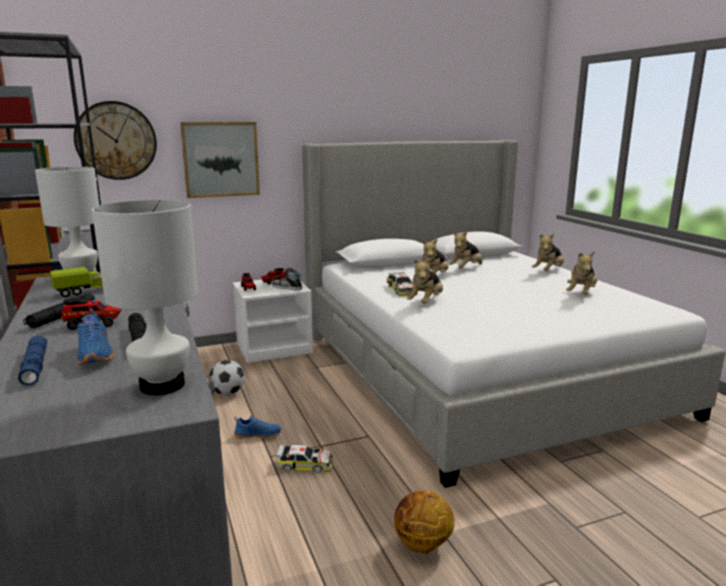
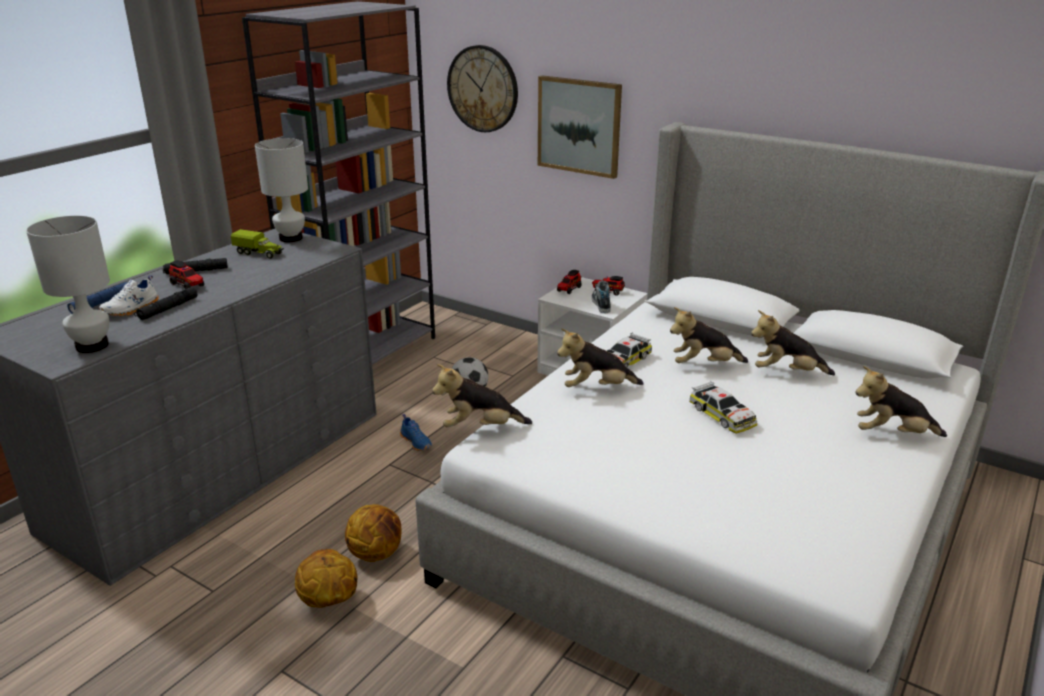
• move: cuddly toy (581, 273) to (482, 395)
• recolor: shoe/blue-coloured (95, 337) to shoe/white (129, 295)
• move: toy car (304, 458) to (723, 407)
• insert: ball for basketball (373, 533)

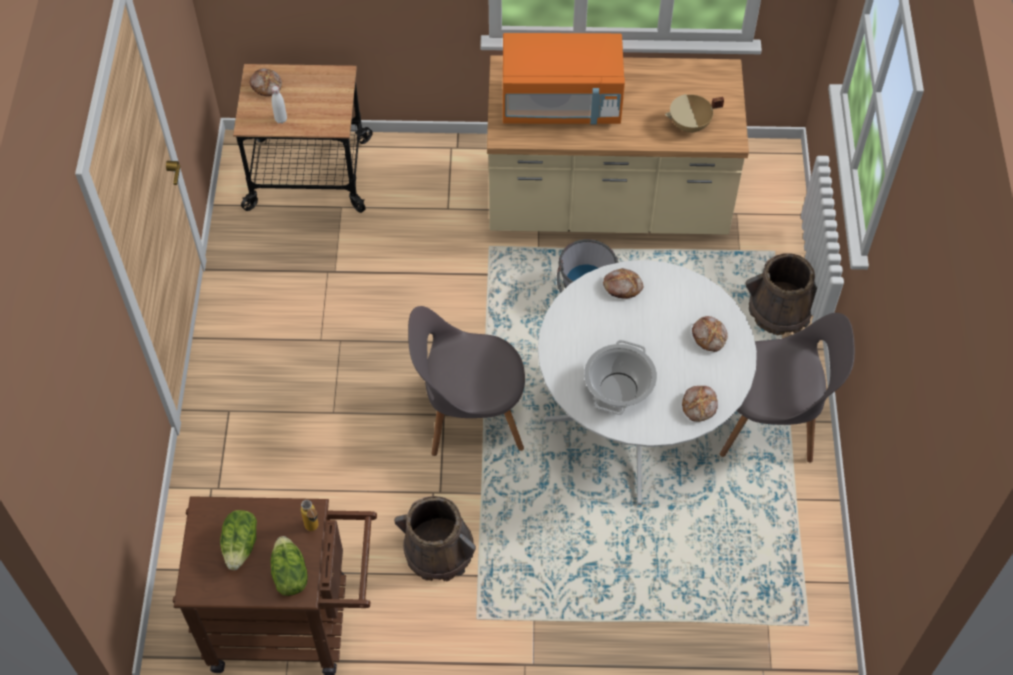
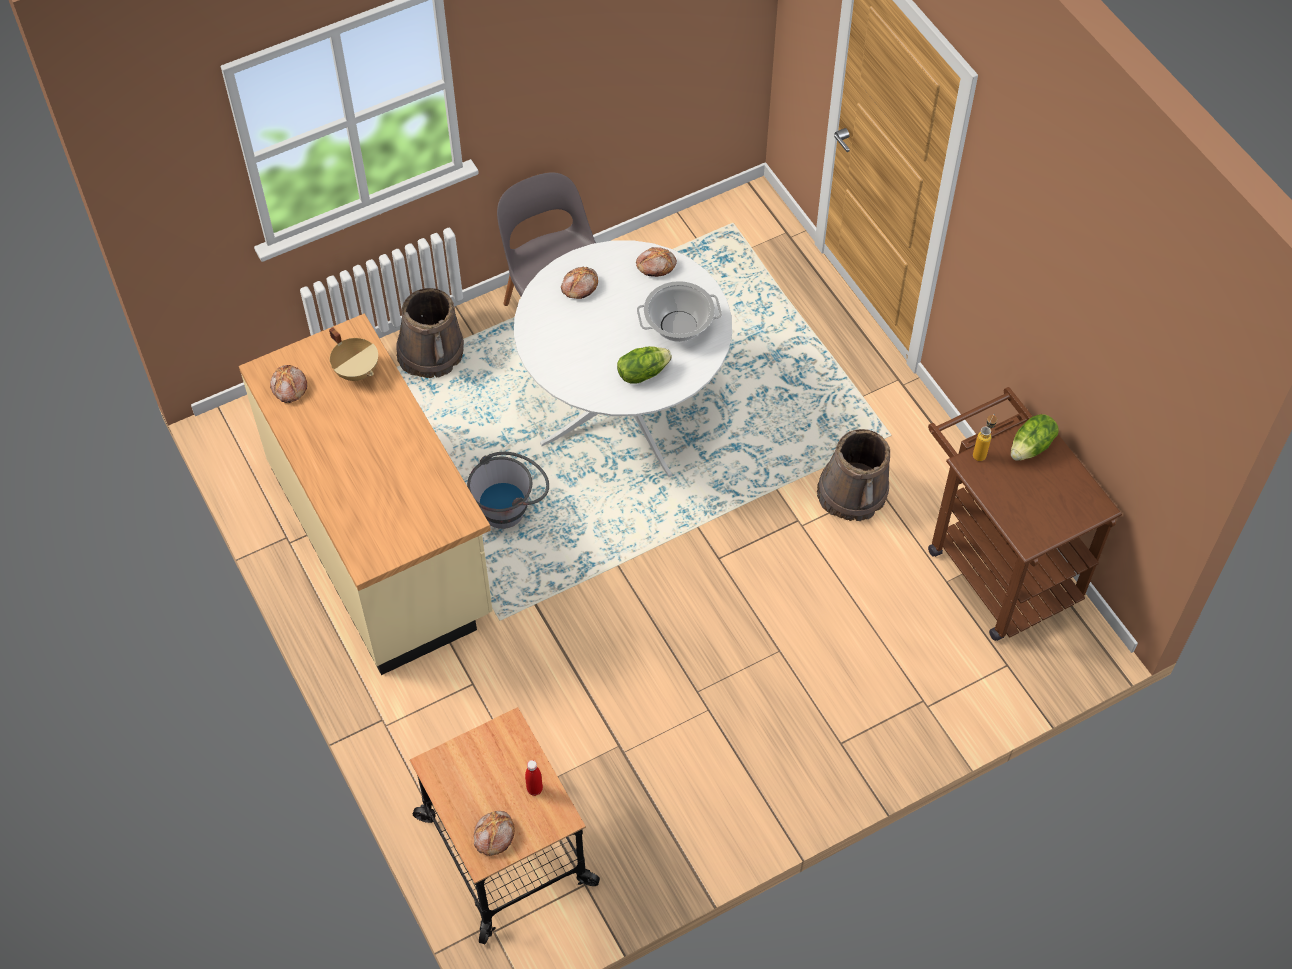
• delete: microwave/orange-coloured (564, 79)
• recolor: bottle/white (279, 105) to bottle/red-coloured (534, 778)
• move: bread (623, 283) to (288, 384)
• delete: plain chair/gray (466, 381)
• move: lettuce (238, 540) to (644, 365)

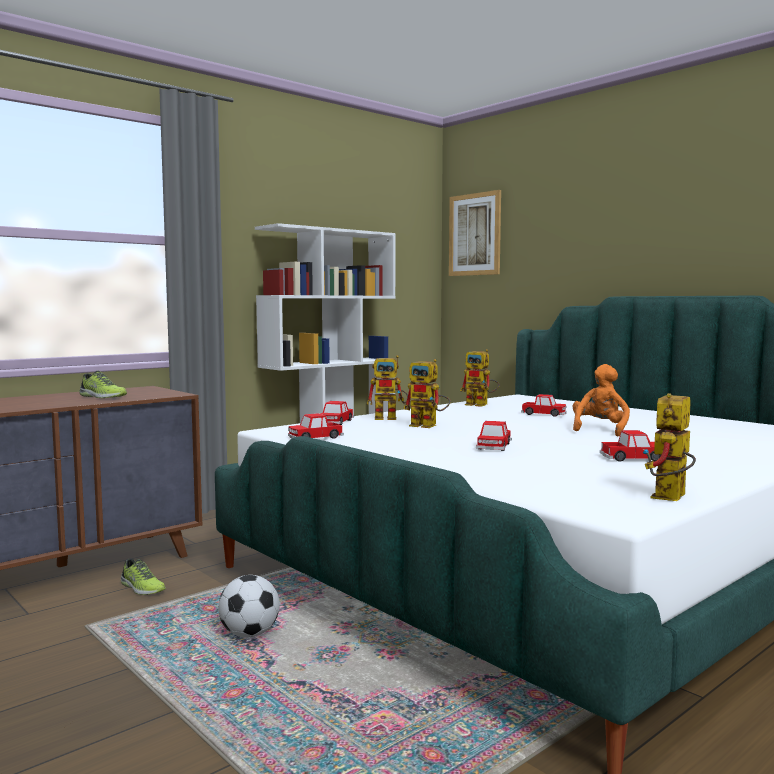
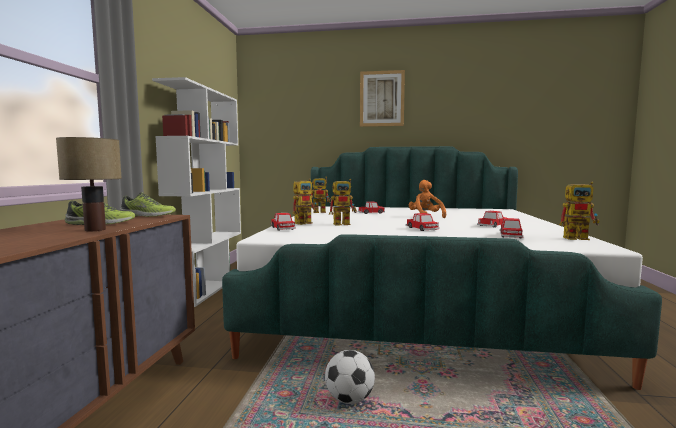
• move: picture (475, 233) to (382, 98)
• rotate: toy robot (669, 447) = (579, 210) 75 degrees counterclockwise
• move: toy car (316, 426) to (511, 228)
• move: shoe (143, 577) to (148, 204)
• insert: lamp for a table (89, 184)

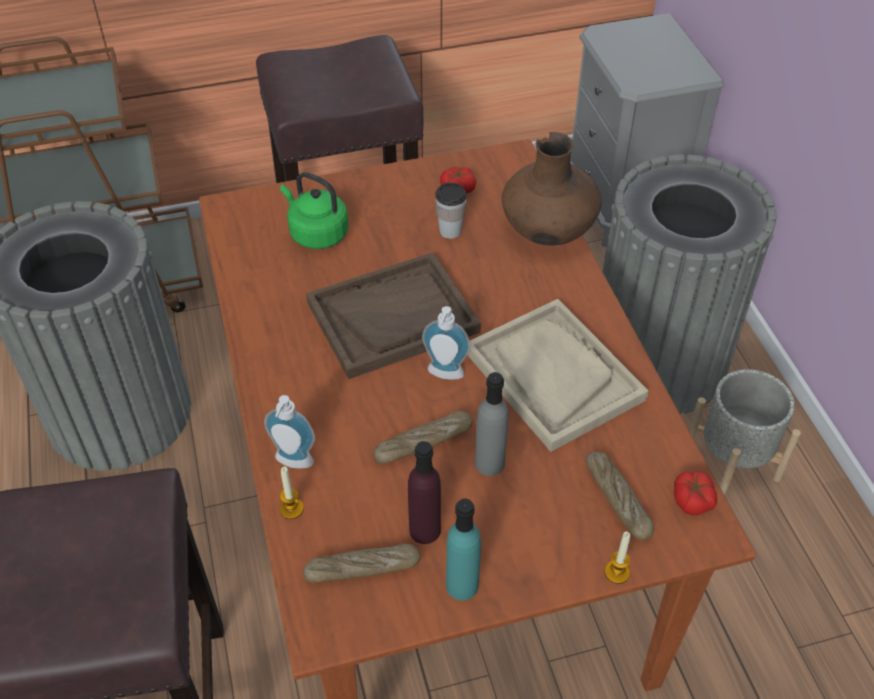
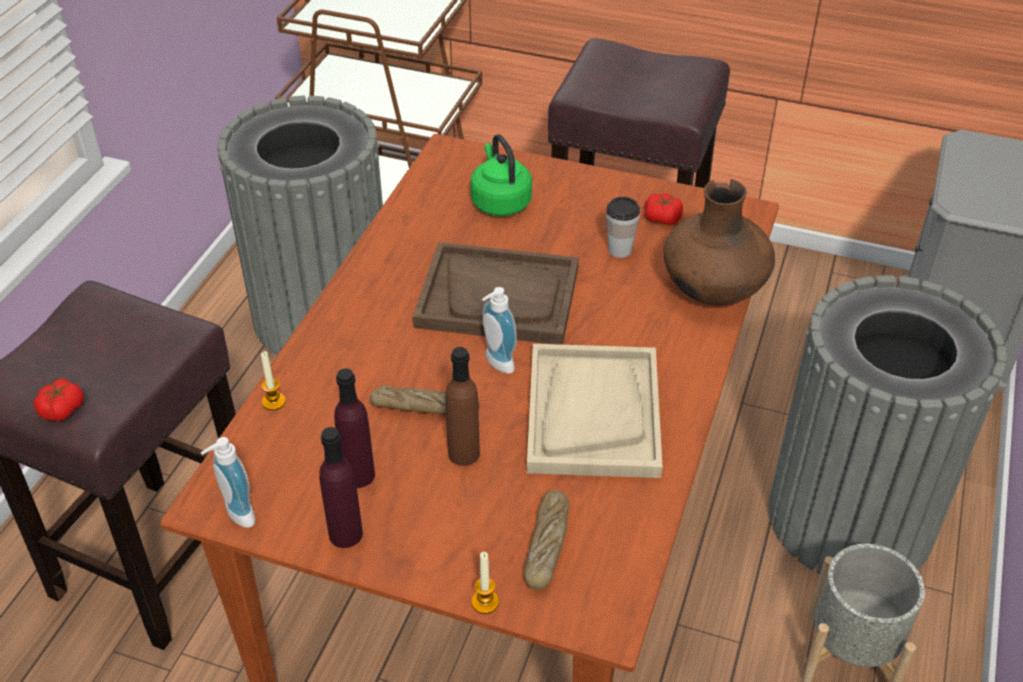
• recolor: bottle/gray (491, 424) to bottle/brown (462, 406)
• move: liquid soap bottle (289, 432) to (228, 482)
• move: tomato (695, 493) to (58, 400)
• recolor: bottle/turquoise (463, 549) to bottle/purple-coloured (341, 487)
• delete: bread (362, 563)

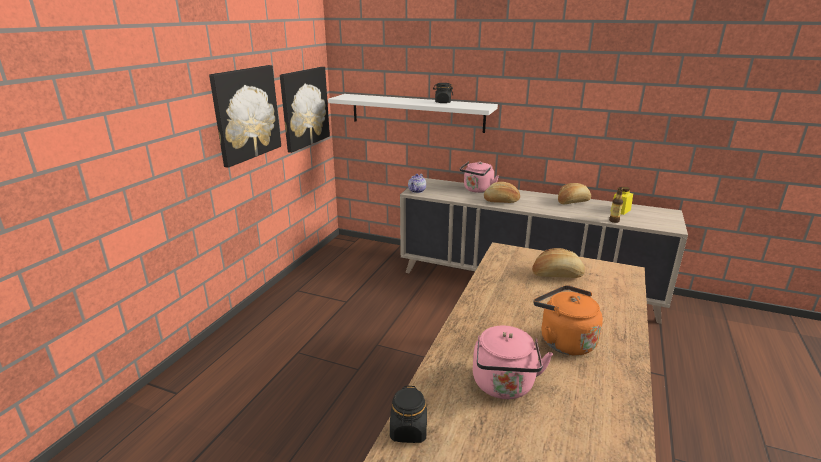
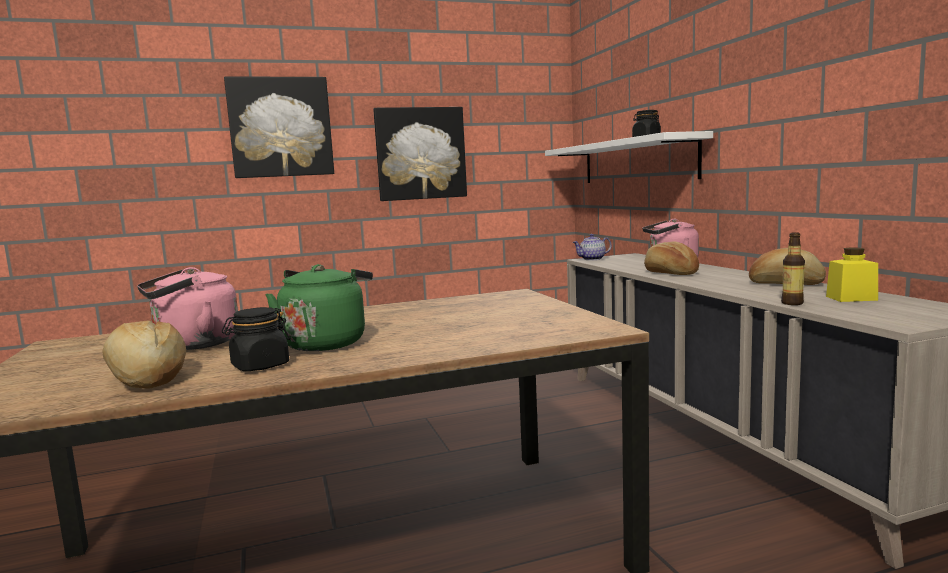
• move: picture (305, 110) to (279, 127)
• move: bread (558, 263) to (144, 354)
• recolor: kettle/orange-coloured (568, 320) to kettle/green-coloured (319, 307)
• move: storage jar/black (408, 414) to (256, 339)

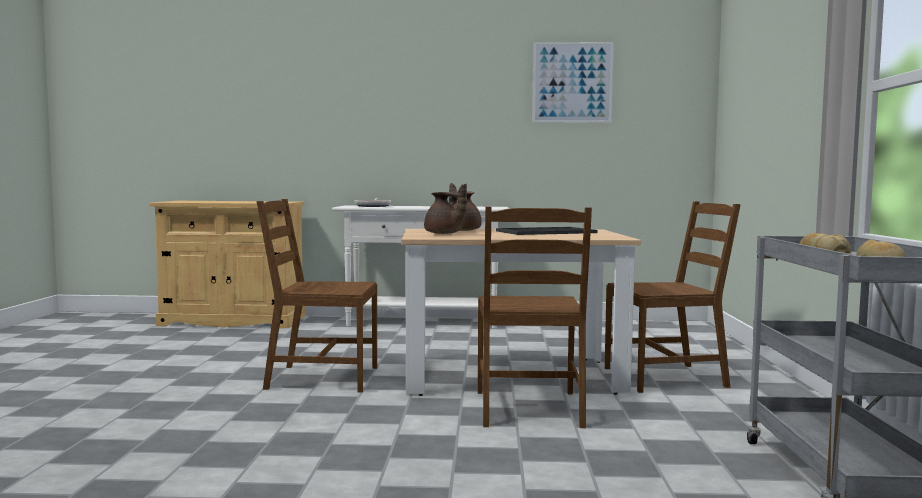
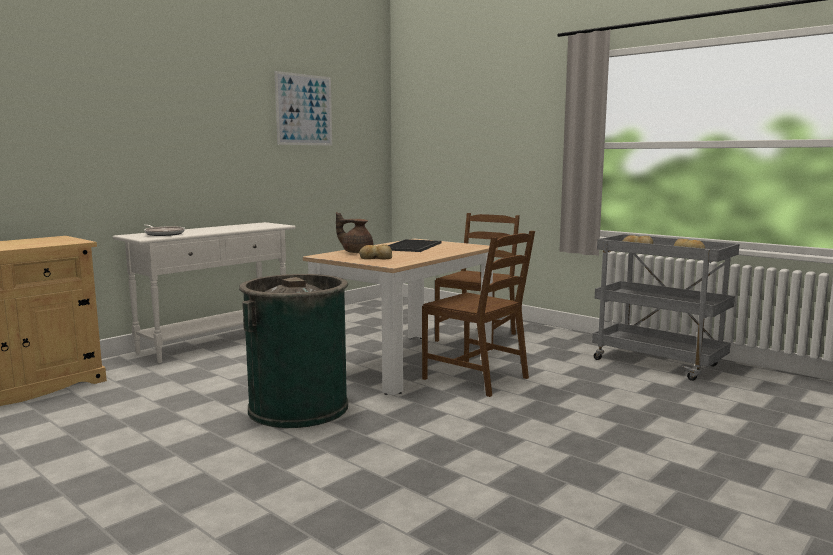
• replace: pot for tea/brown (445, 208) to bread (375, 251)
• replace: plain chair/brown (317, 296) to rubbish bin/green-coloured (293, 351)

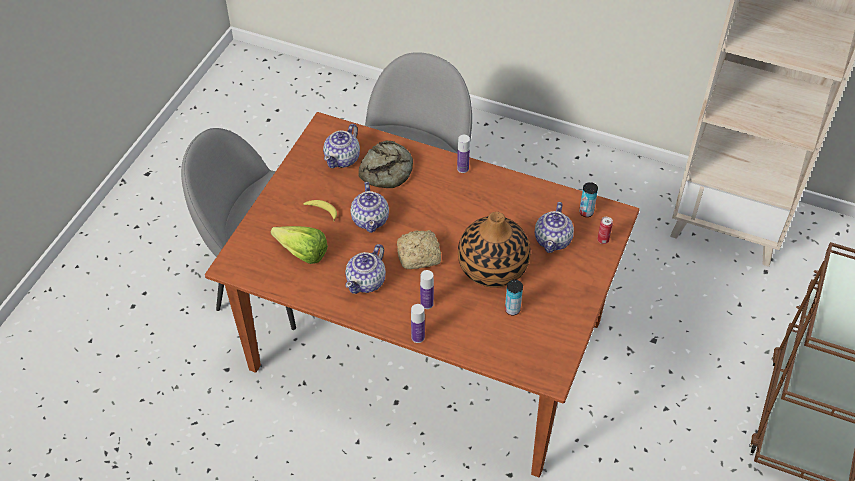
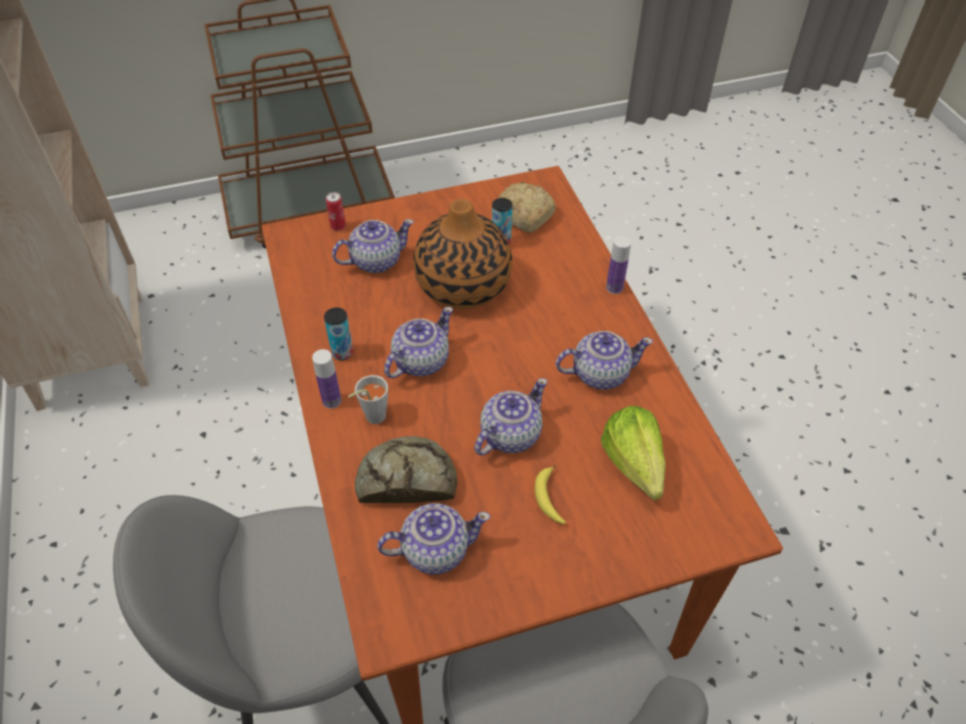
• move: can (588, 199) to (338, 334)
• move: bread (419, 249) to (526, 207)
• delete: bottle (427, 289)
• insert: pot for tea (418, 342)
• insert: cup/gray (368, 399)

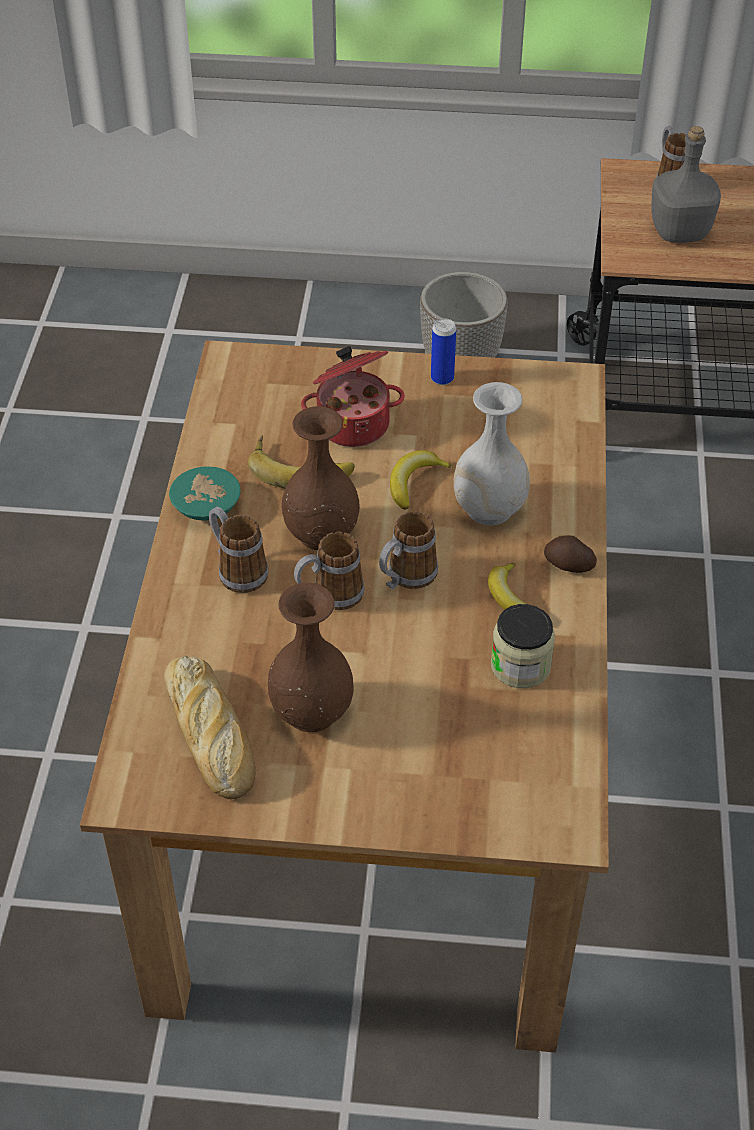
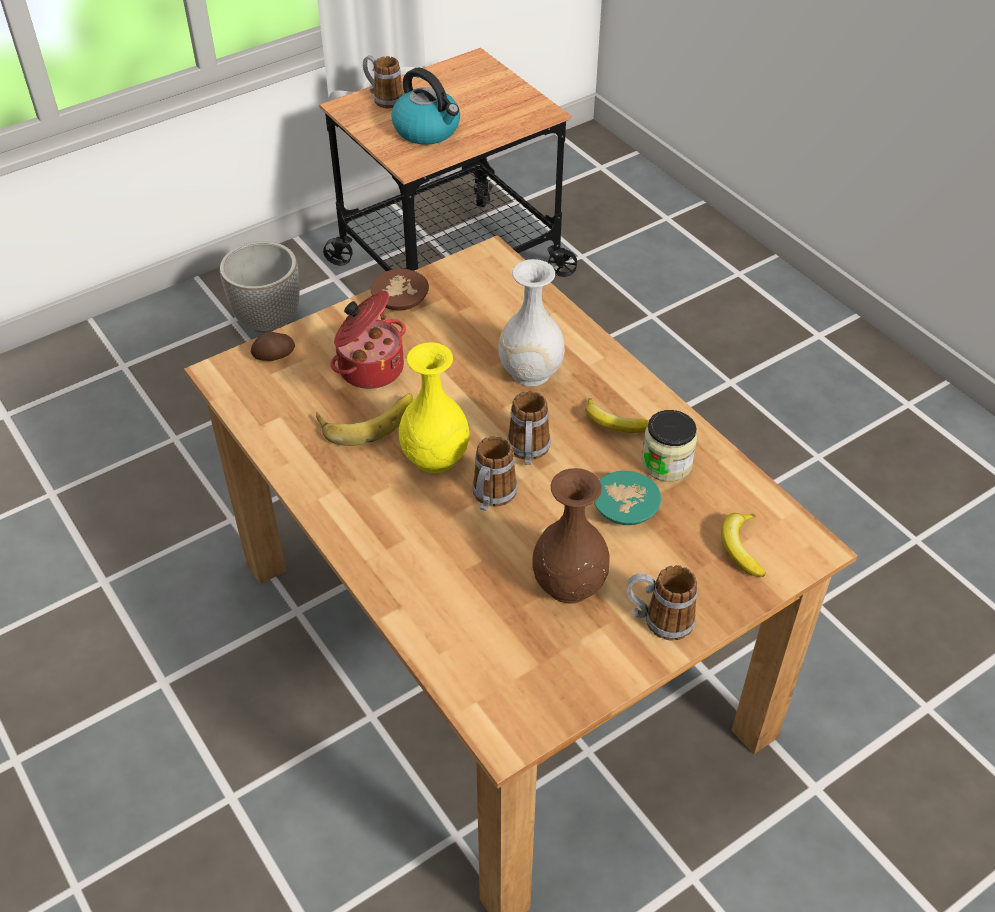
• replace: bottle/gray (686, 184) to kettle (425, 106)
• replace: can (443, 351) to deep dish/brown (400, 290)
• recolor: vase/brown (320, 478) to vase/yellow-coloured (434, 407)
• move: banana fruit (422, 480) to (743, 545)
• move: deep dish/turquoise (205, 493) to (627, 498)
• move: tea mug (238, 550) to (662, 603)
• move: whole potato (570, 554) to (273, 346)
• delete: bread (209, 728)

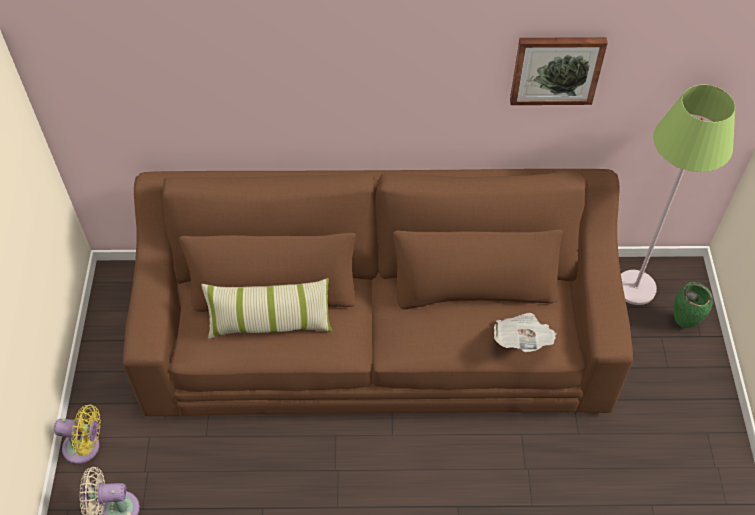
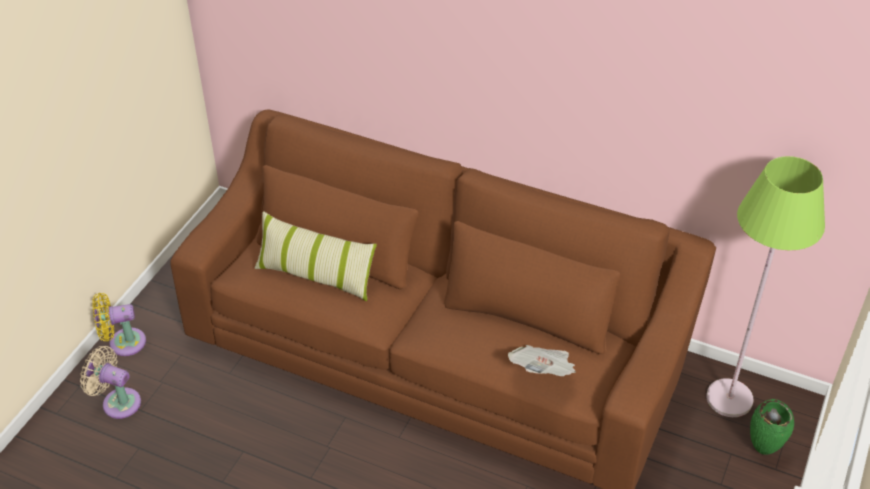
• delete: picture (559, 71)
• rotate: fan/yellow-coloured (77, 434) = (119, 324) 135 degrees clockwise

